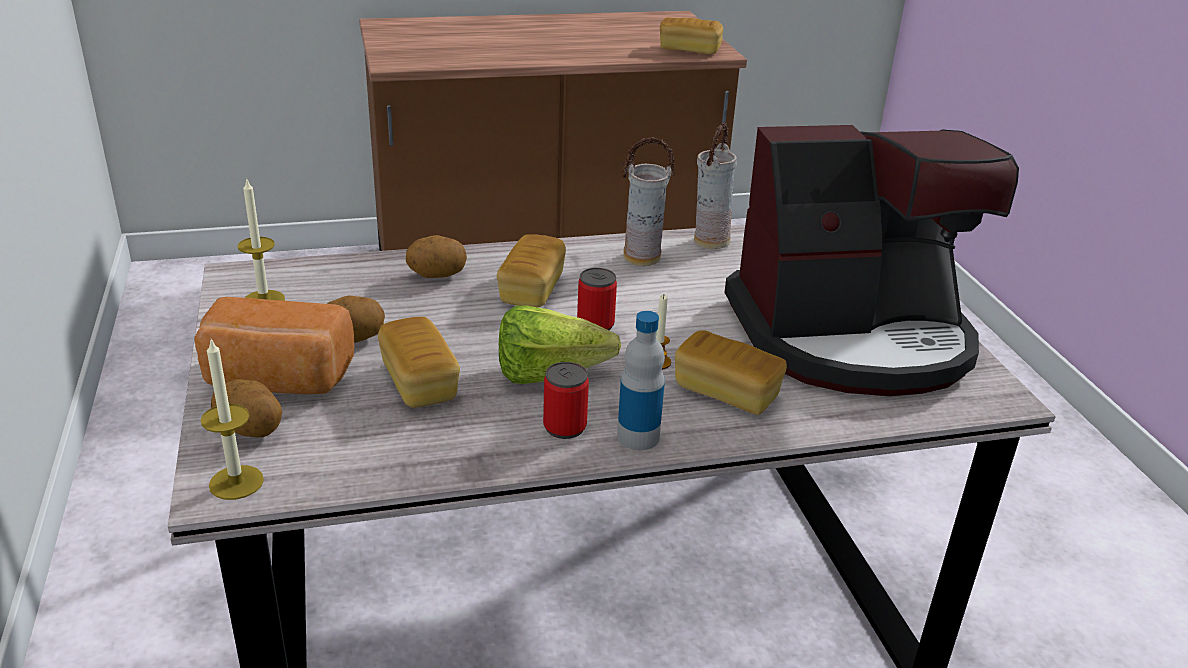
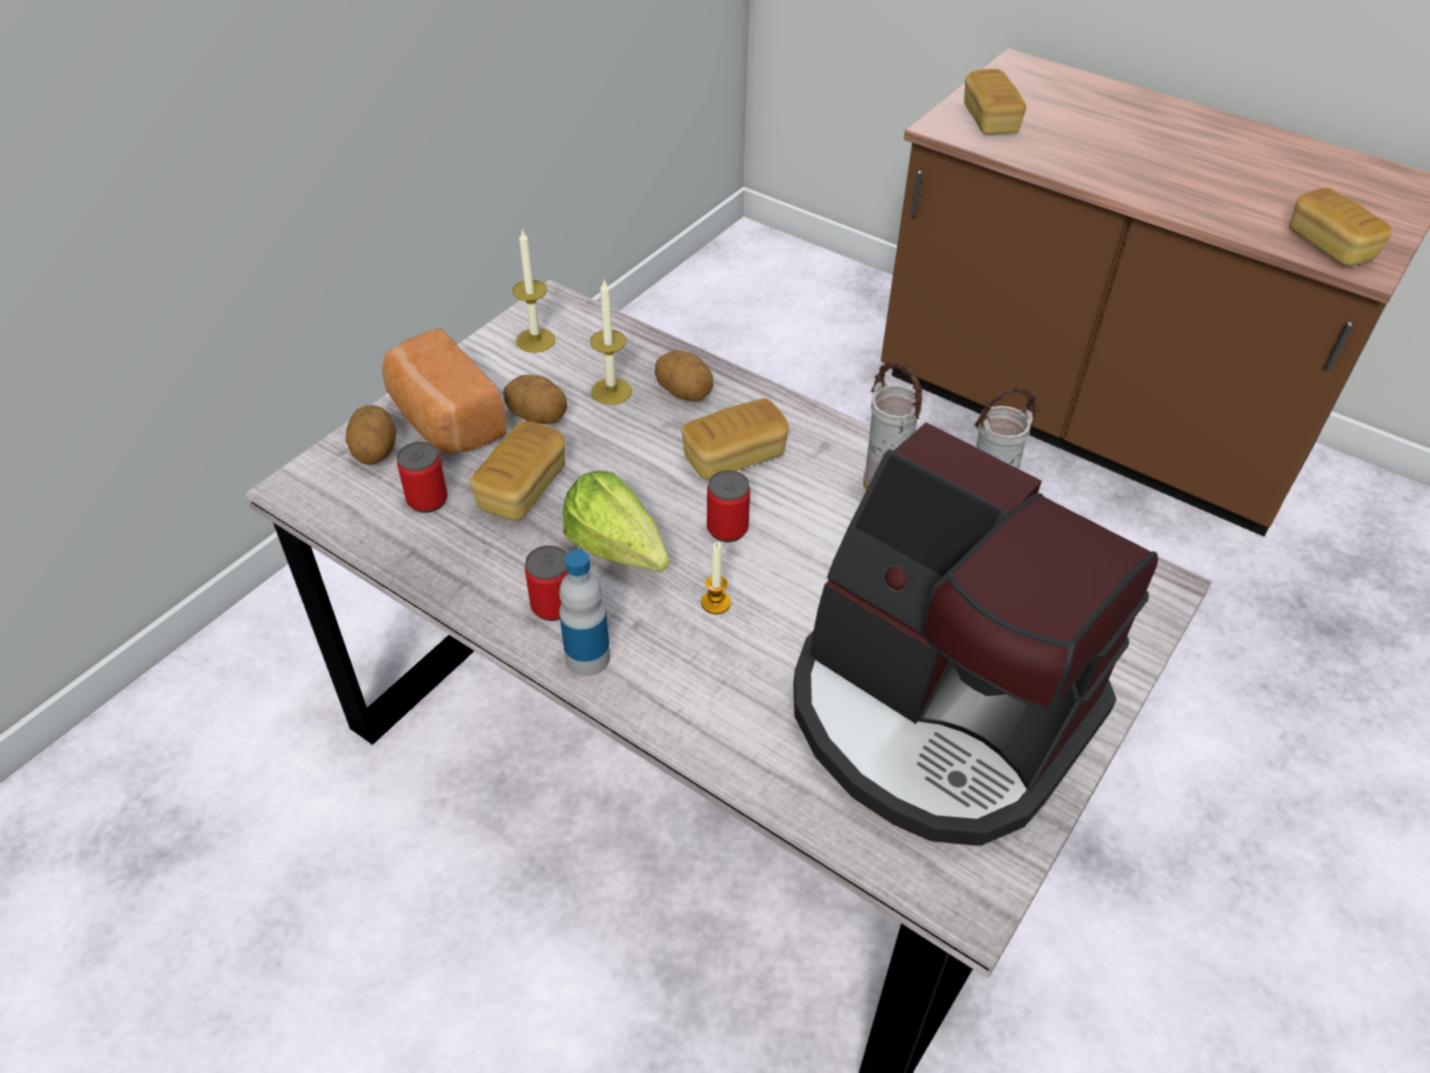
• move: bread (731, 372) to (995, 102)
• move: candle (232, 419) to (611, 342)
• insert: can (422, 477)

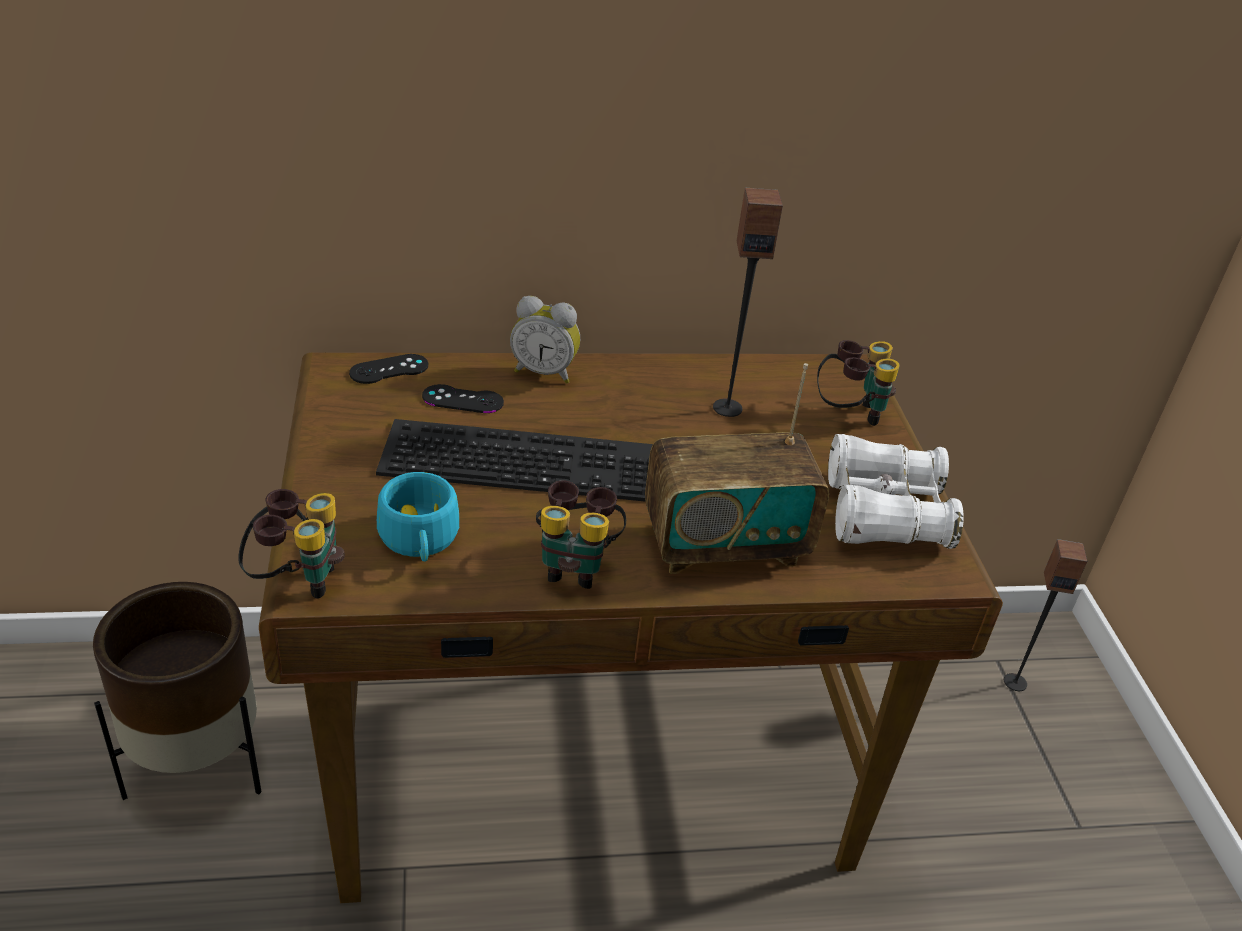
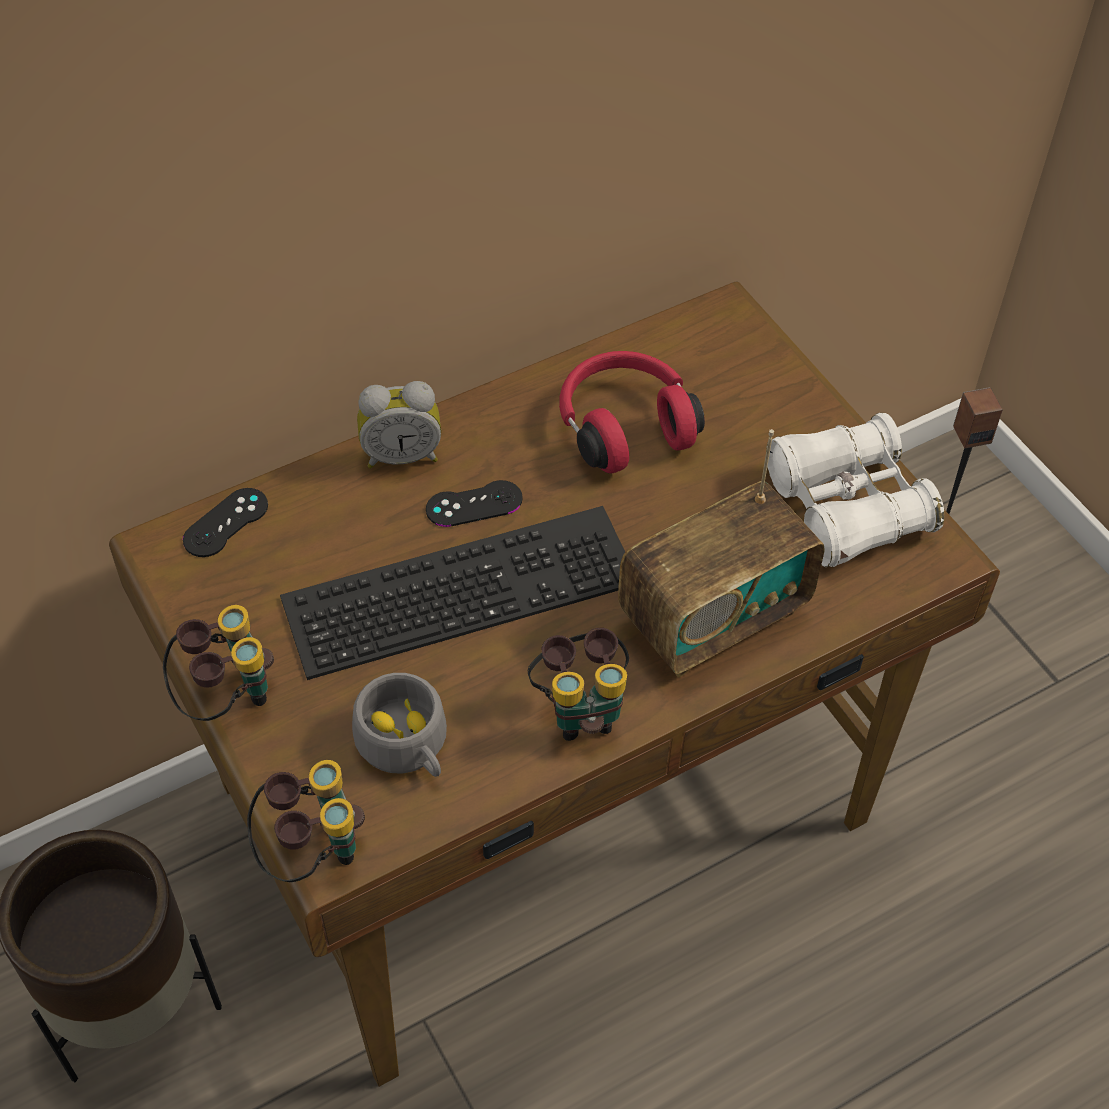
• replace: speaker (748, 302) to headset/red-coloured (632, 412)
• move: pair of binoculars (858, 383) to (218, 663)
• move: gamepad/black (463, 398) to (474, 503)
• recolor: cup/turquoise (418, 517) to cup/gray (399, 725)

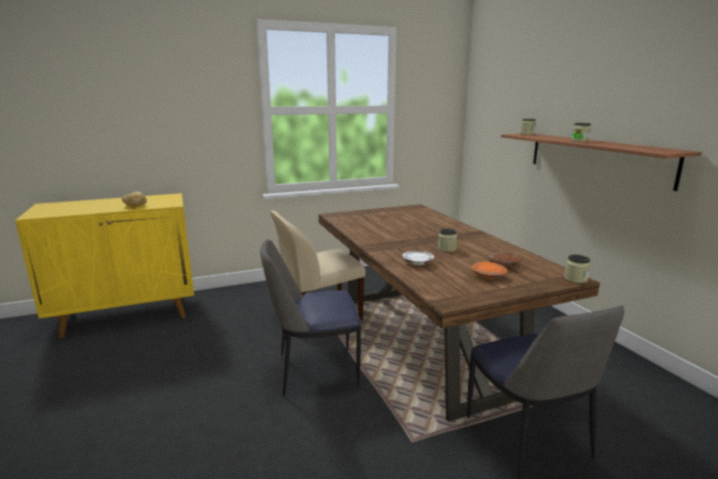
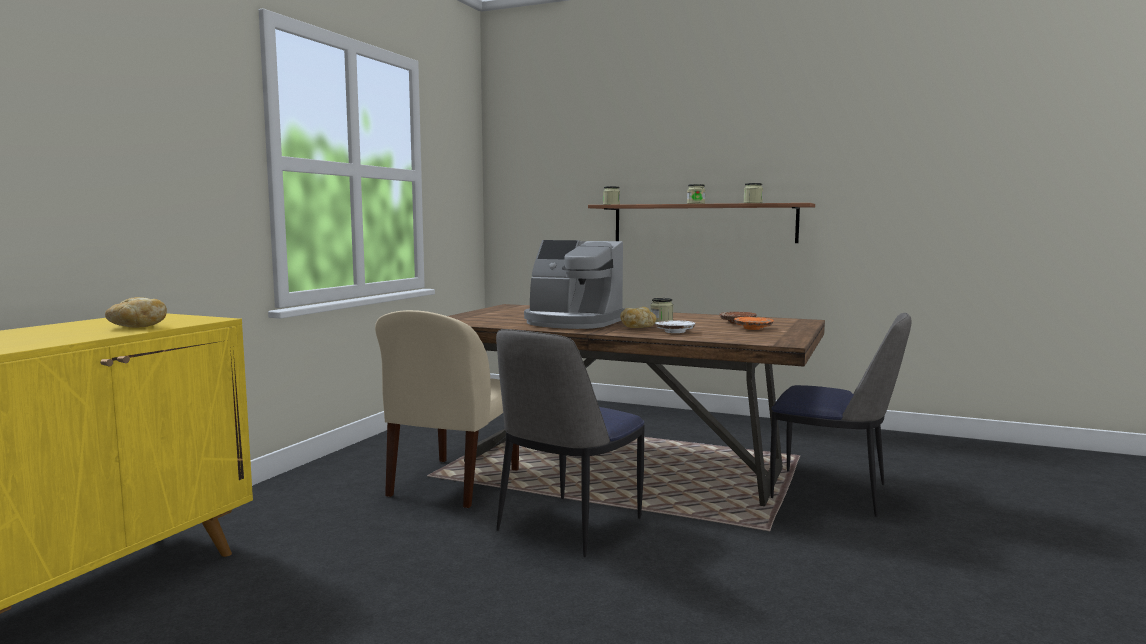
• move: storage jar (577, 269) to (753, 193)
• insert: coffee machine (574, 284)
• insert: bread (638, 317)

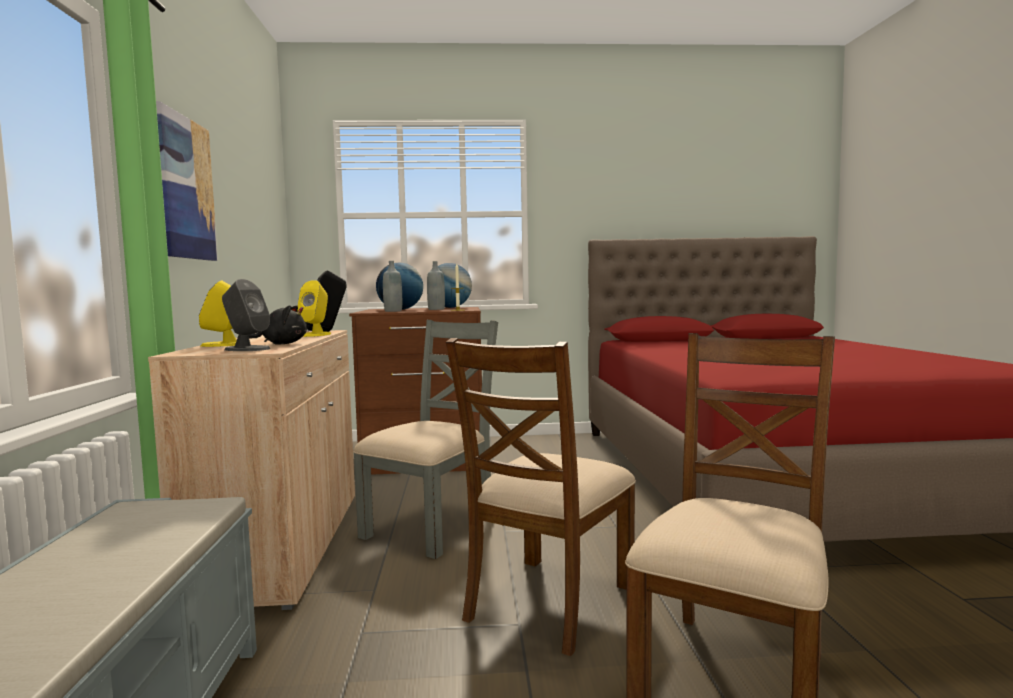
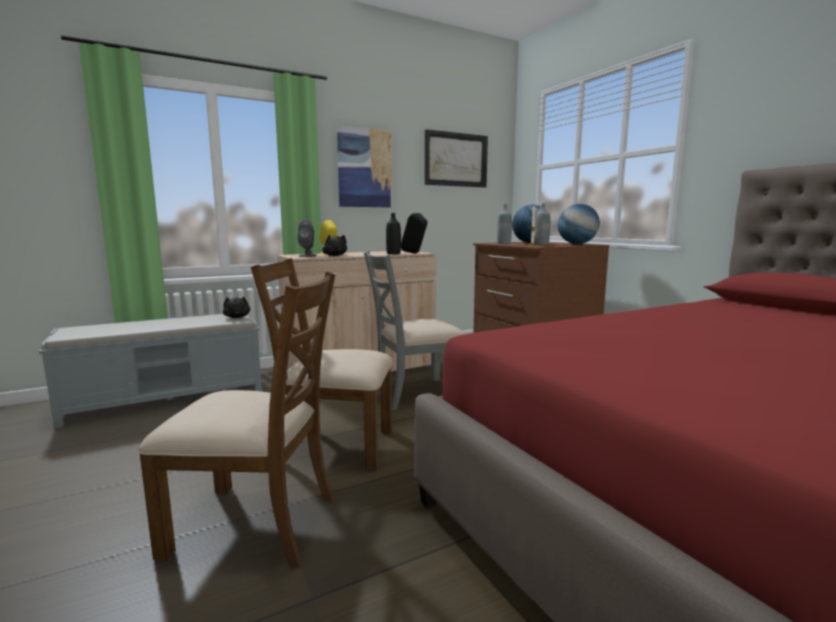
• replace: speaker/yellow-coloured (314, 308) to bottle/black (393, 234)
• rotate: plain chair/gray (425, 439) = (415, 330) 150 degrees clockwise
• insert: picture (456, 158)
• insert: cuddly toy/black (236, 307)

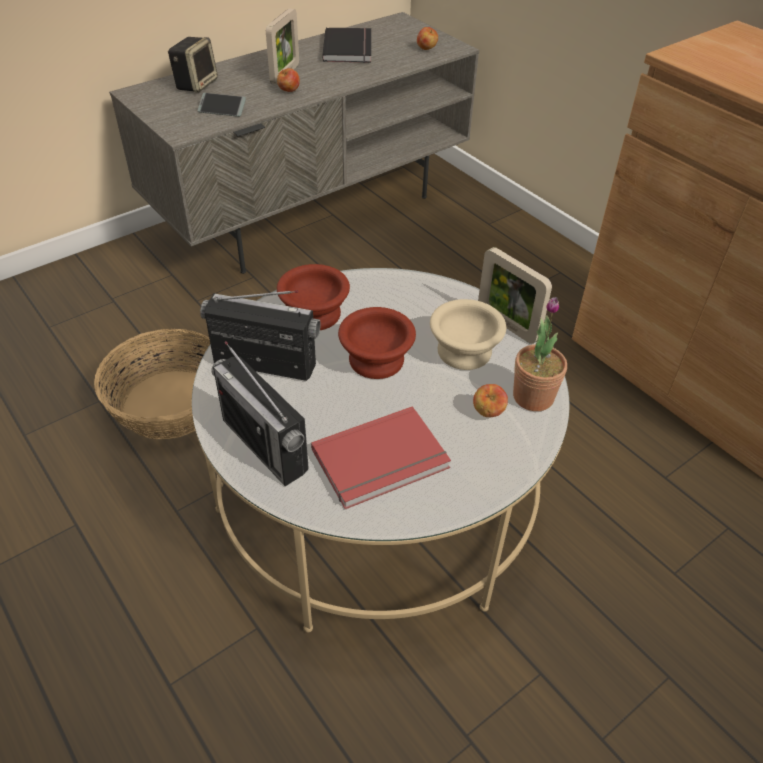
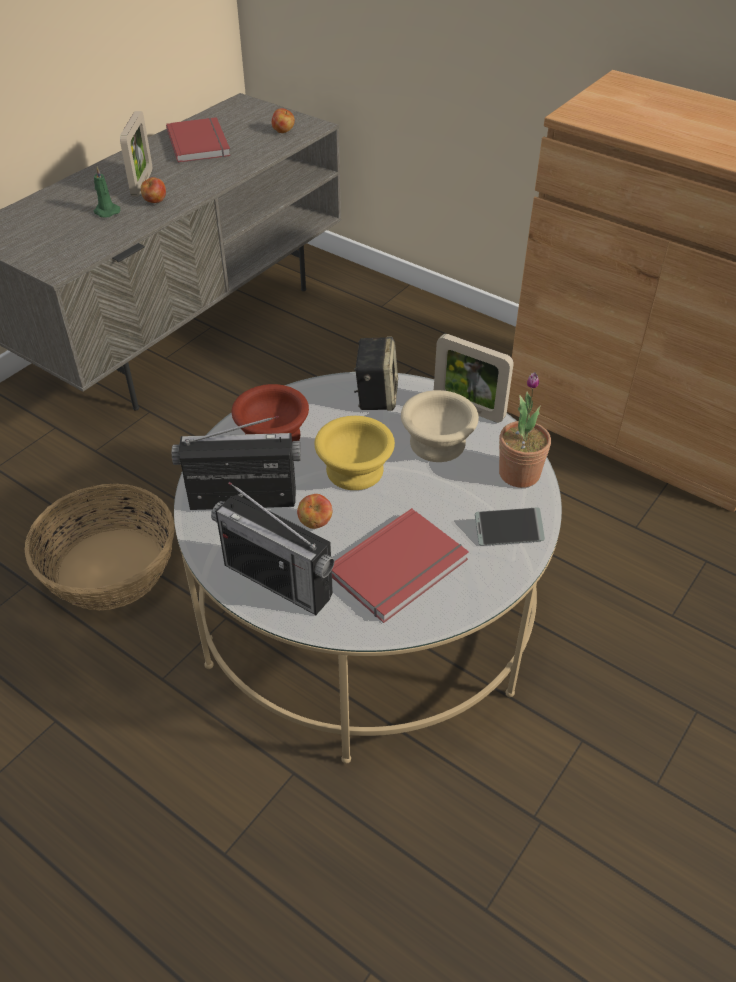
• recolor: volume/black (346, 45) to volume/red-coloured (198, 140)
• move: speaker (193, 65) to (376, 374)
• move: handset (222, 105) to (510, 526)
• recolor: deep dish/brown (377, 343) to deep dish/yellow-coloured (355, 453)
• move: apple fruit (490, 400) to (315, 511)
• insert: candle/green-coloured (107, 192)

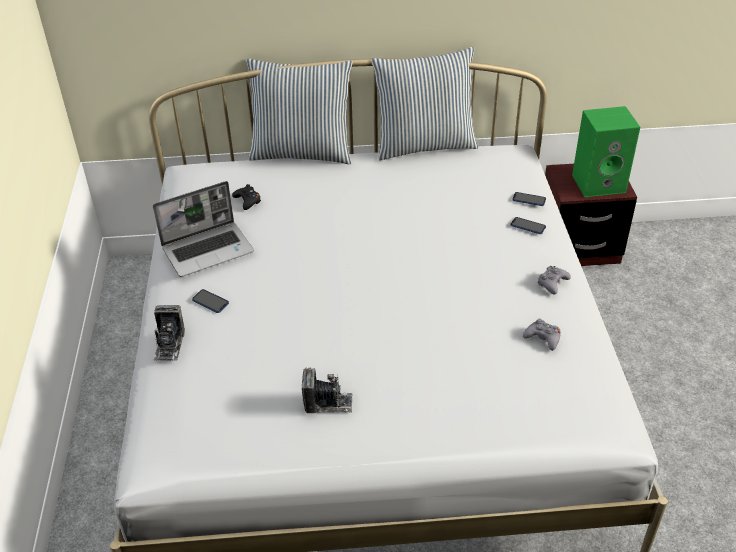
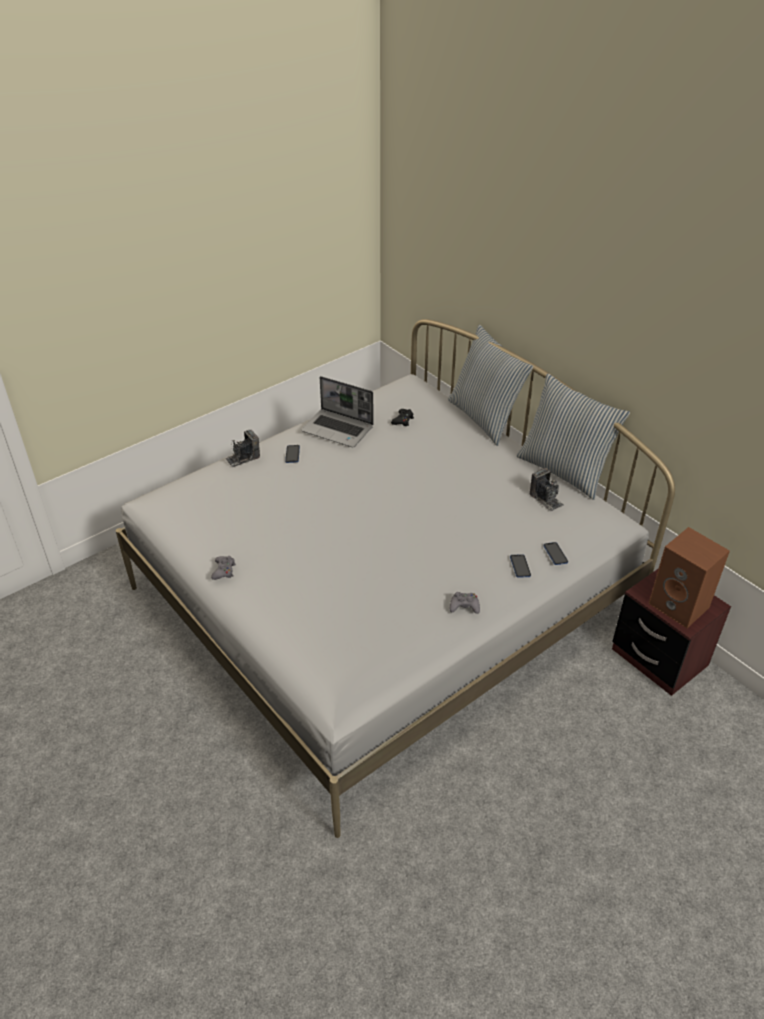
• recolor: speaker/green-coloured (606, 151) to speaker/brown (689, 577)
• move: gamepad/gray (542, 335) to (223, 568)
• move: still camera (327, 390) to (546, 489)

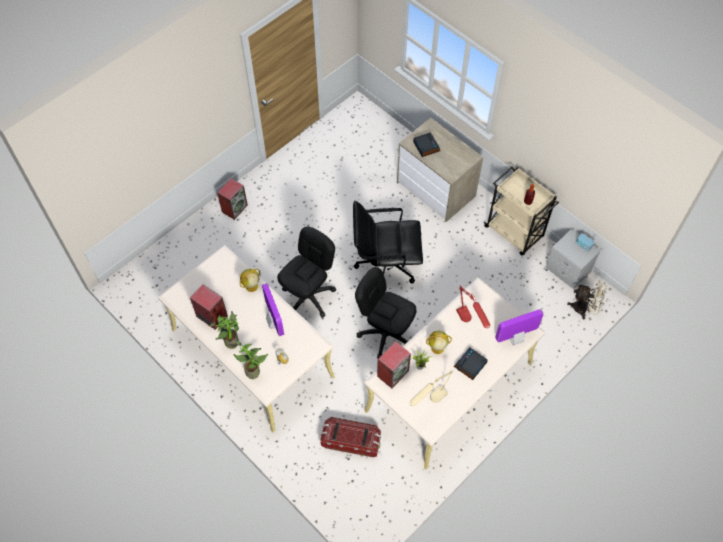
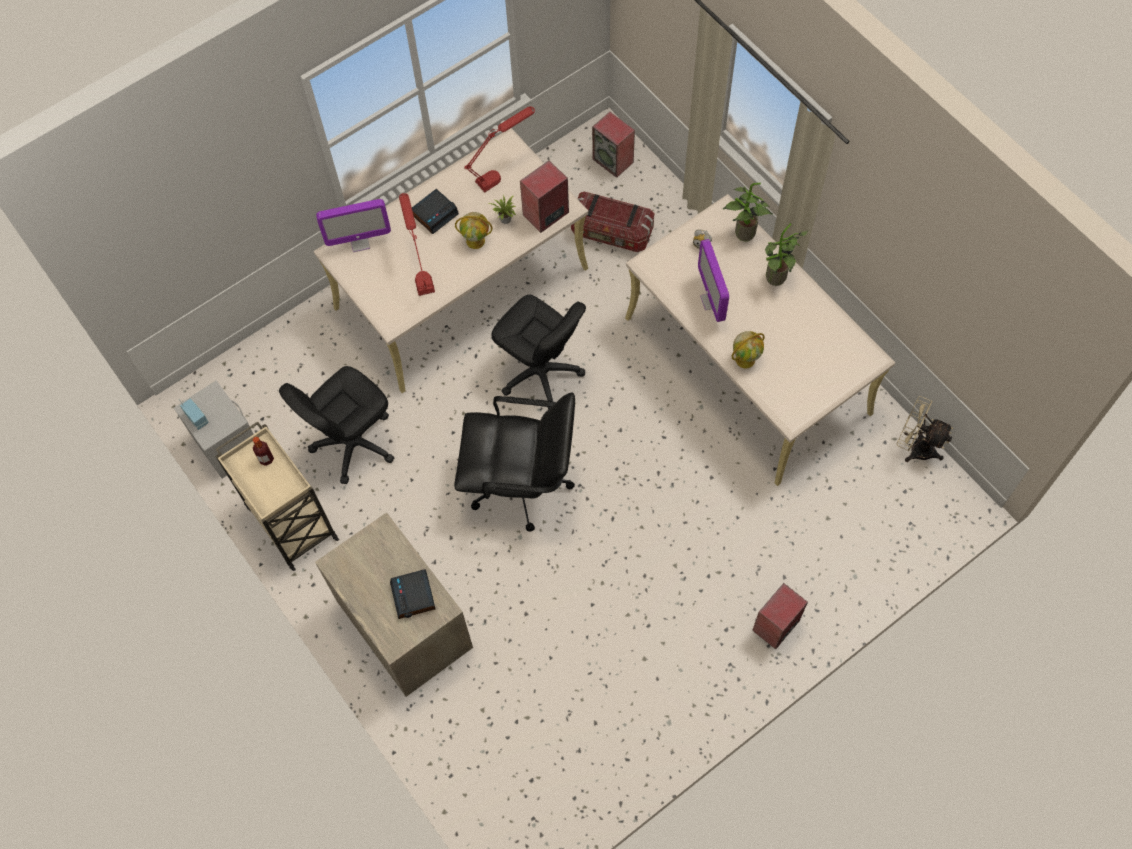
• move: desk chair/black (306, 272) to (336, 425)
• move: fan/sand-coloured (587, 300) to (925, 429)
• move: speaker (209, 307) to (613, 145)
• recolor: lamp for a table/sand-coloured (432, 388) to lamp for a table/red-coloured (499, 149)

